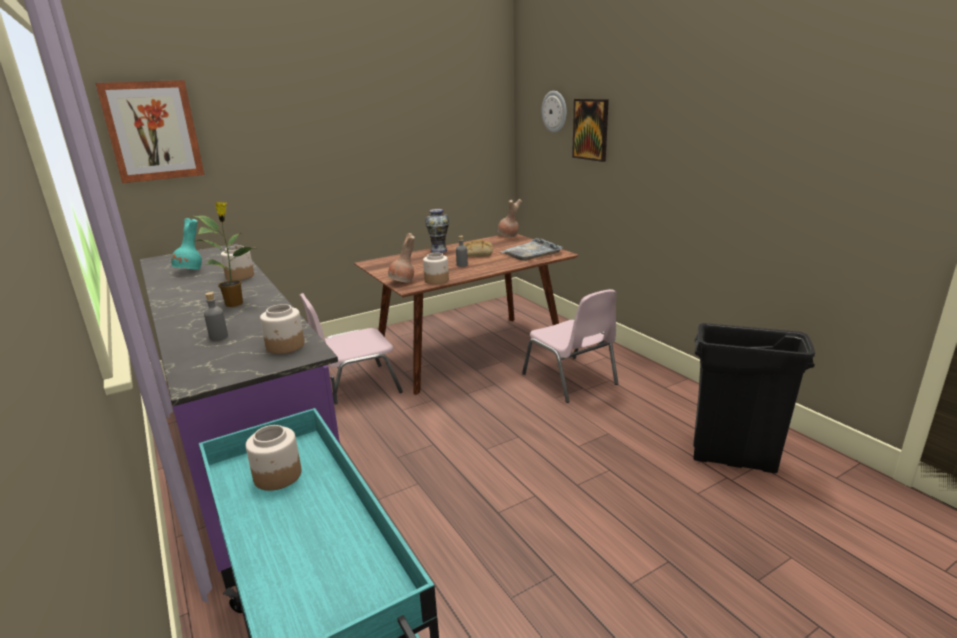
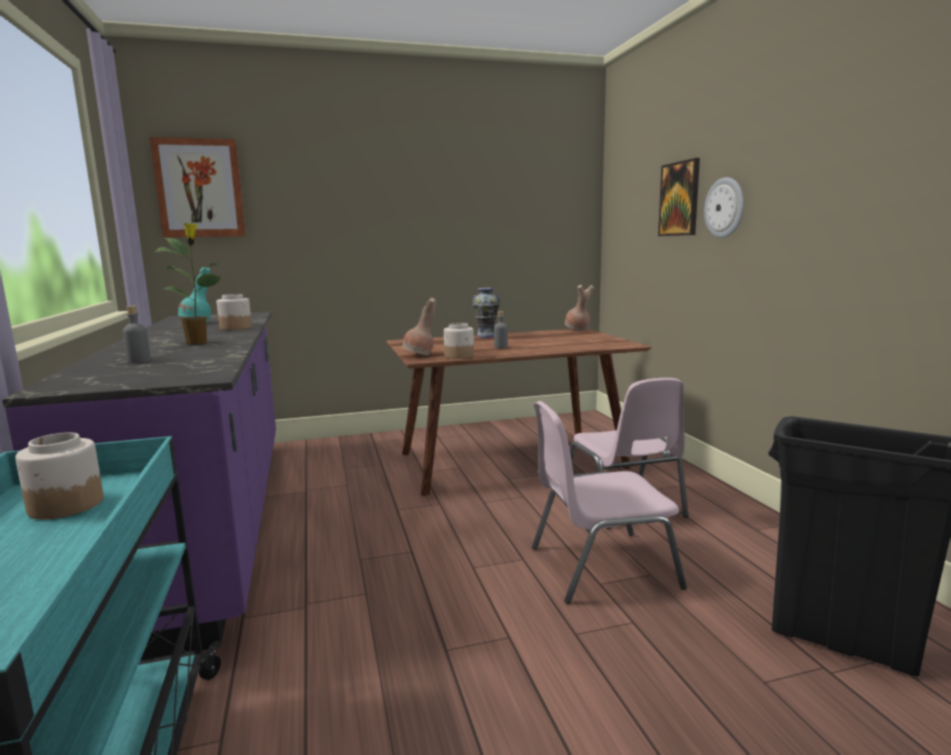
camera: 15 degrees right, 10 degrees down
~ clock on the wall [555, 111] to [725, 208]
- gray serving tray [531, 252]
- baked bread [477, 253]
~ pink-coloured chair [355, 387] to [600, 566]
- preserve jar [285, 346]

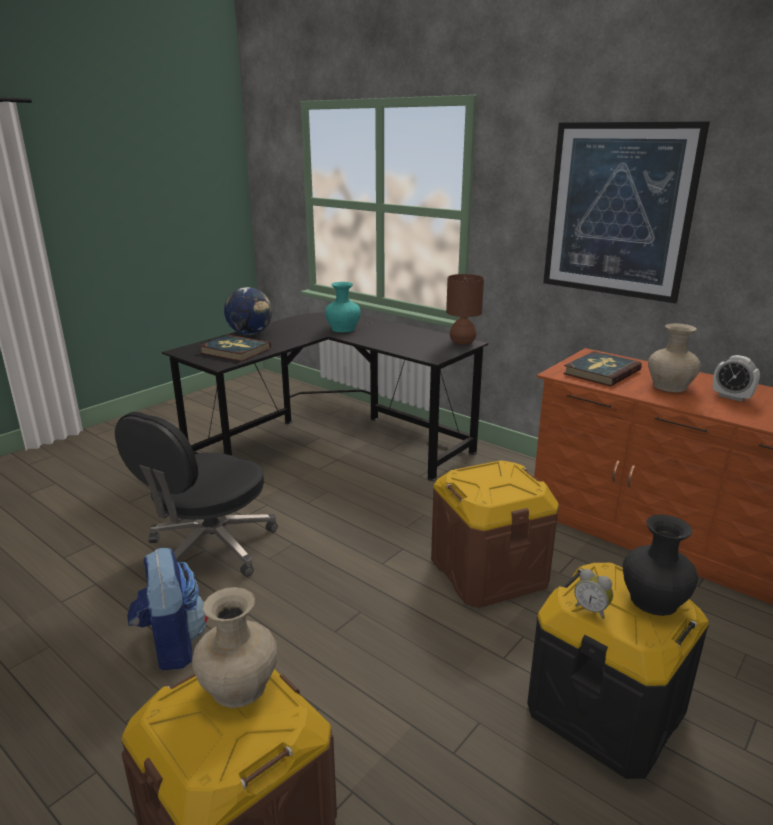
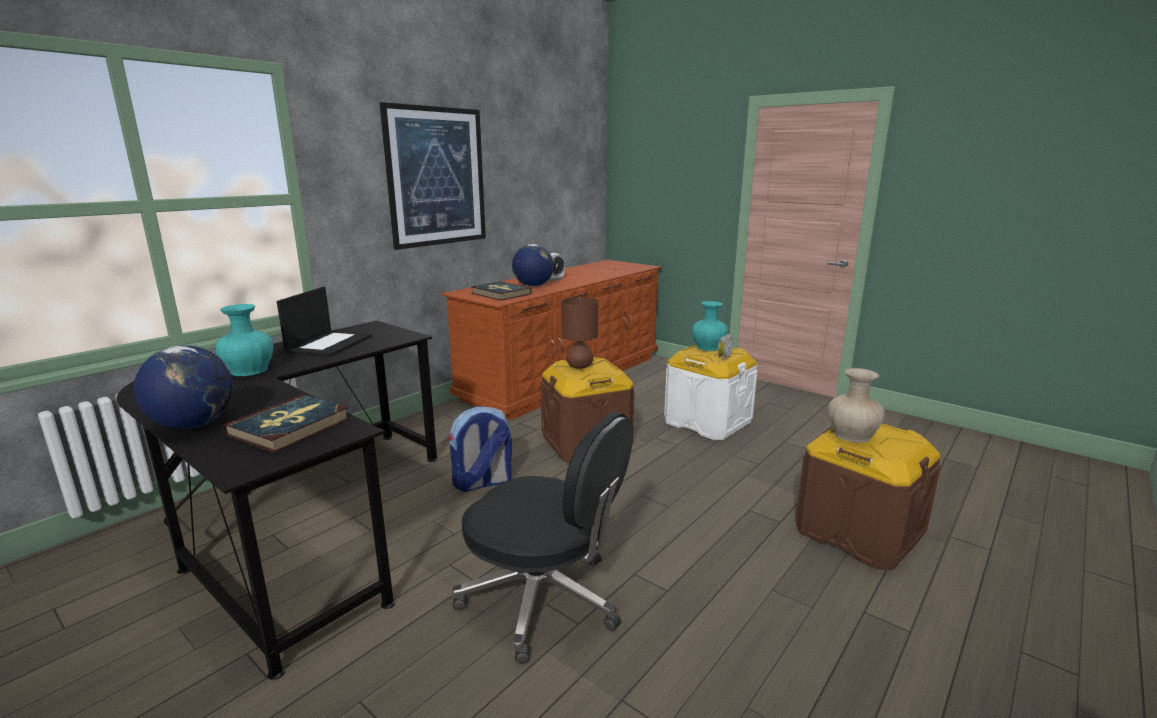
camera: 90 degrees left, 5 degrees down
~ brown tabletop lamp [462, 342] to [579, 366]
~ beige vase [669, 386] to world globe [533, 285]
~ black vase [653, 599] to blue-green vase [708, 347]
~ knapsack [172, 644] to [482, 483]
~ black storage container [605, 710] to whitish storage container [707, 422]
+ notebook computer [329, 344]

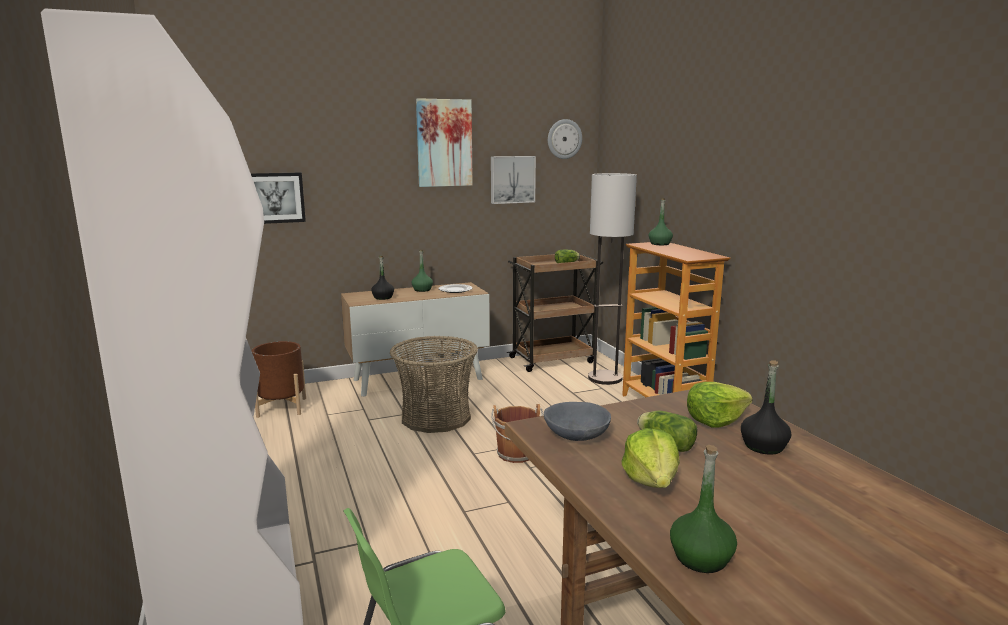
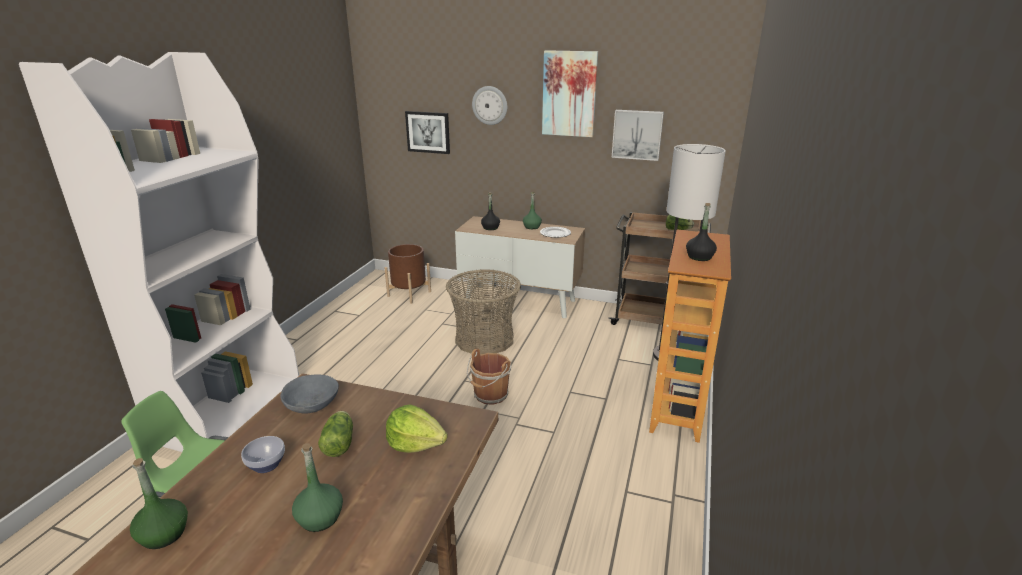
camera: 40 degrees right, 10 degrees up
~ clock on the wall [564, 139] to [490, 105]
~ greenish drink bottle [660, 244] to [320, 517]
~ black drink bottle [764, 446] to [699, 257]
~ lettuce [651, 480] to serving bowl [267, 465]

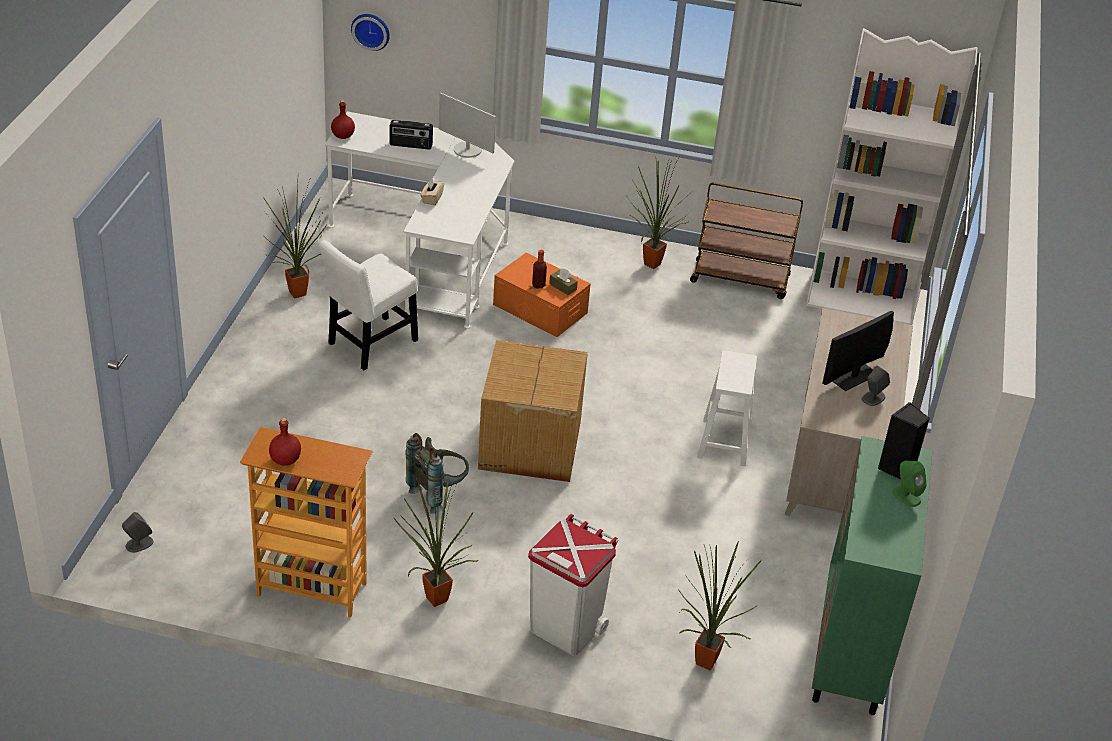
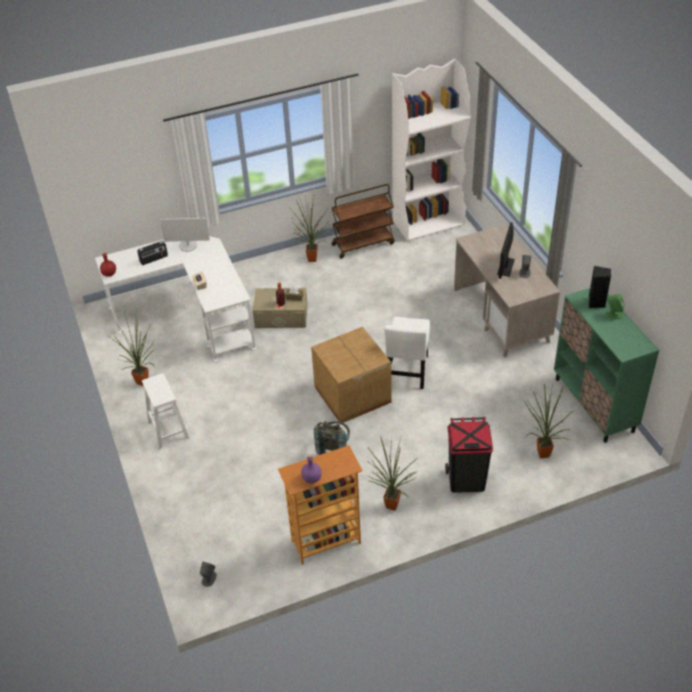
camera: 30 degrees left, 5 degrees up
- clock on the wall [371, 30]
~ whitish chair [370, 344] to [407, 372]
~ orangey storage container [540, 308] to beige storage container [281, 316]
~ whitish sitting stool [724, 441] to [167, 429]
~ reddish drink bottle [286, 460] to purple drink bottle [312, 478]
~ whitish rubbish bin [565, 628] to black rubbish bin [466, 480]

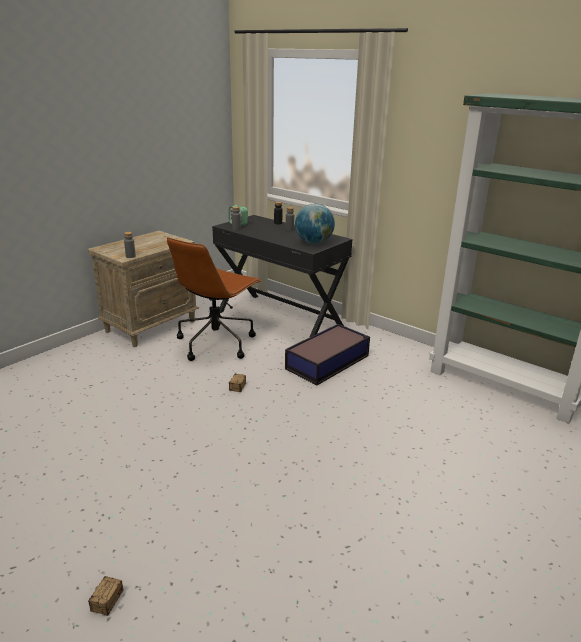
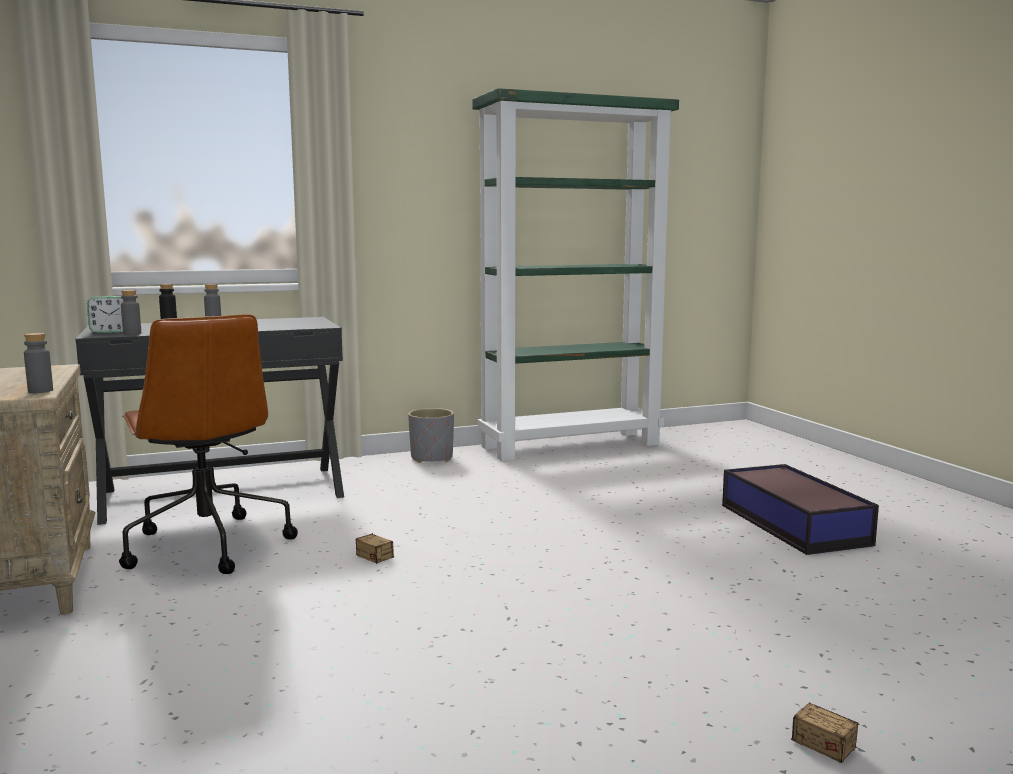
camera: 60 degrees left, 15 degrees down
- world globe [314, 243]
~ storage container [328, 362] to [793, 523]
+ gray planter [432, 458]

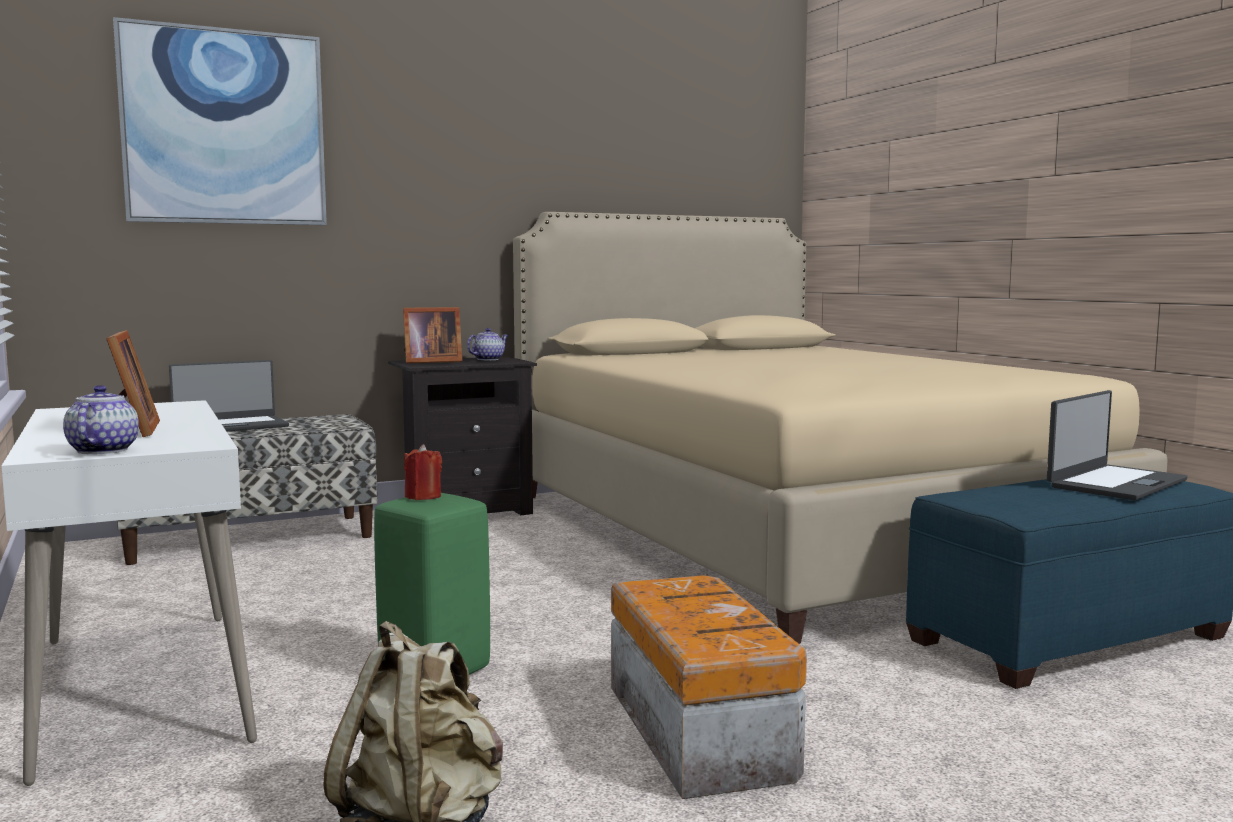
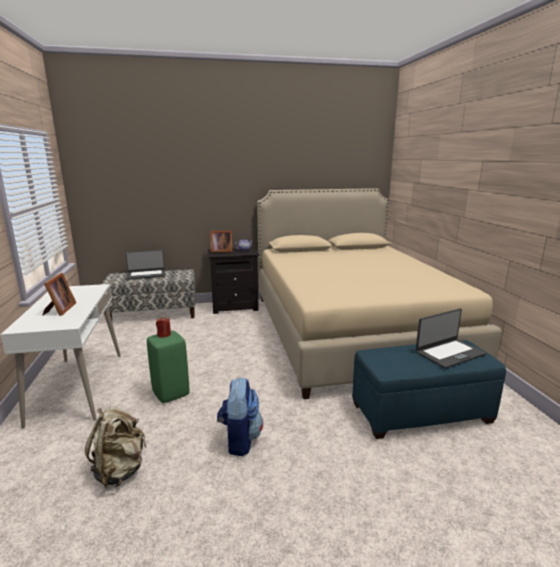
camera: 15 degrees right, 10 degrees up
- wall art [224, 127]
- tea pot [103, 450]
~ storage container [699, 729] to knapsack [239, 440]

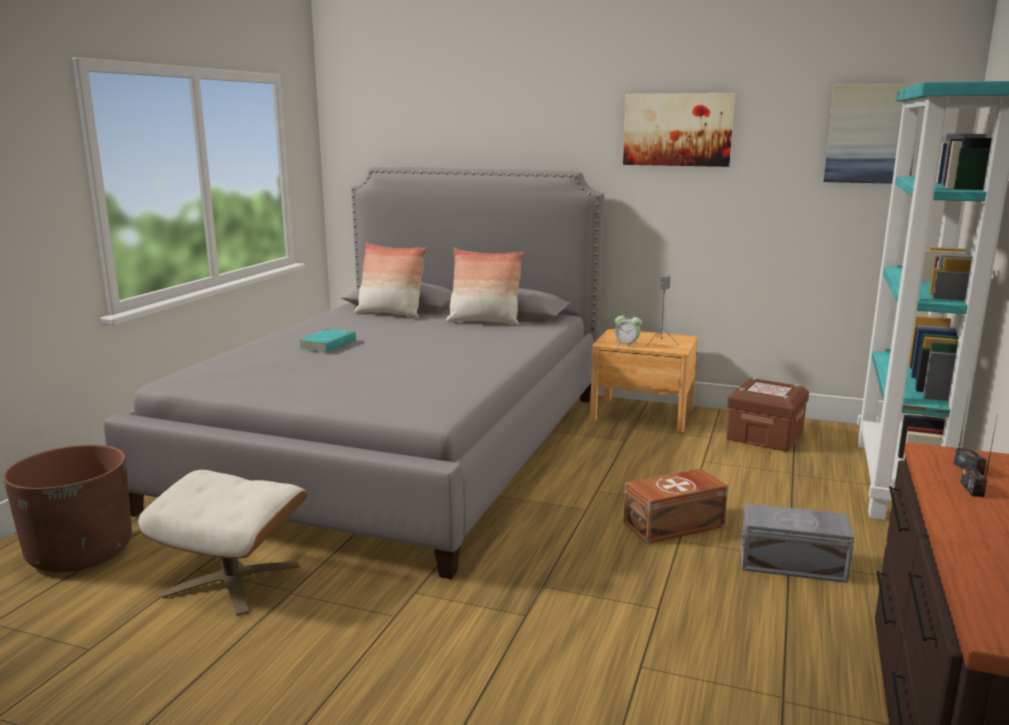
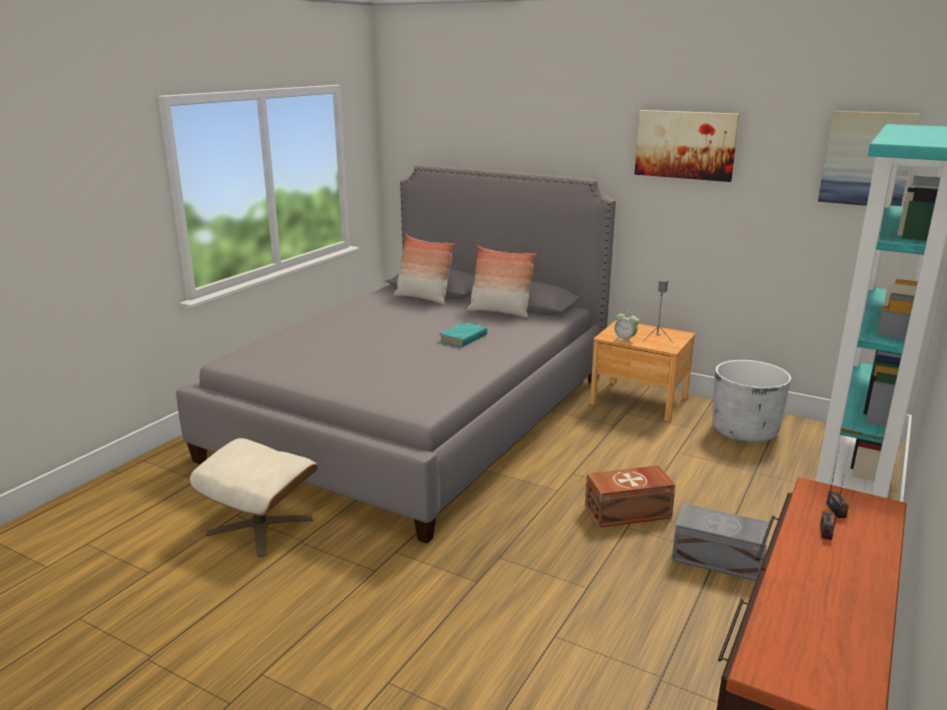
camera: 10 degrees right, 5 degrees up
~ blue-green book [328, 344] to [463, 338]
~ brown storage container [764, 436] to whitish planter [744, 431]
- brown planter [80, 552]

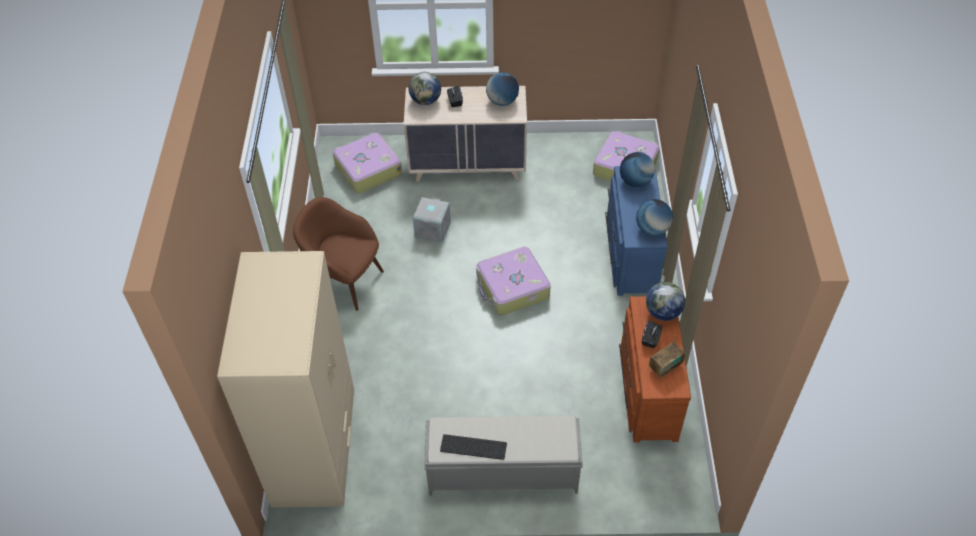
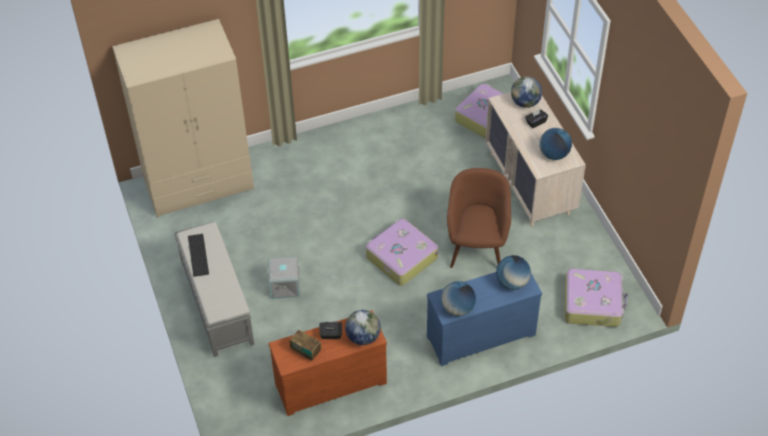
camera: 70 degrees right, 0 degrees up
~ brown lounge chair [345, 281] to [476, 247]
~ gray storage container [432, 229] to [285, 285]

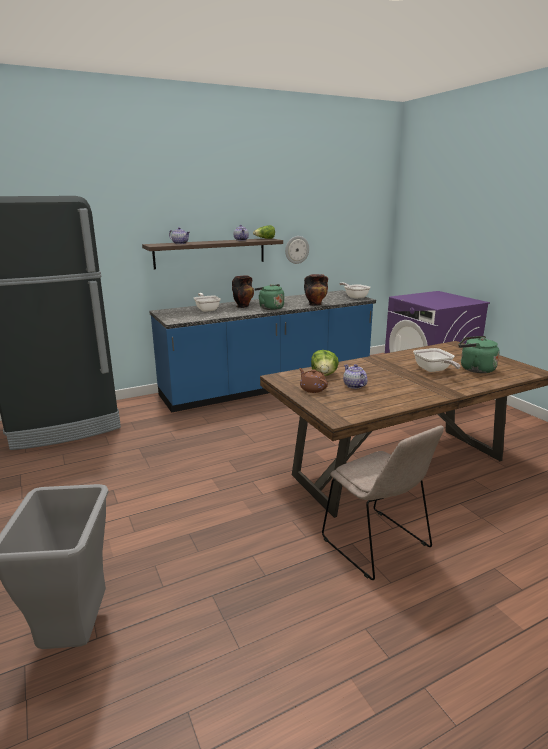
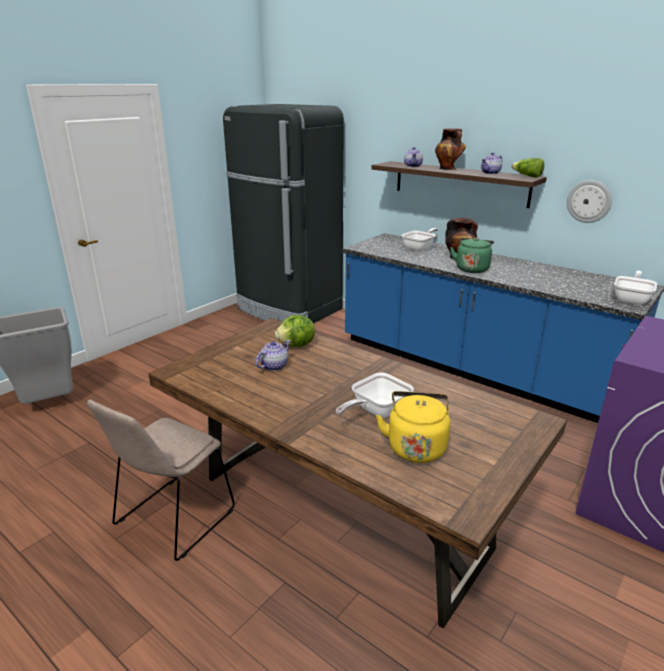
camera: 65 degrees right, 5 degrees up
~ vase [315, 304] to [448, 169]
~ greenish tea kettle [474, 369] to yellow tea kettle [416, 446]
- brown tea pot [312, 389]

